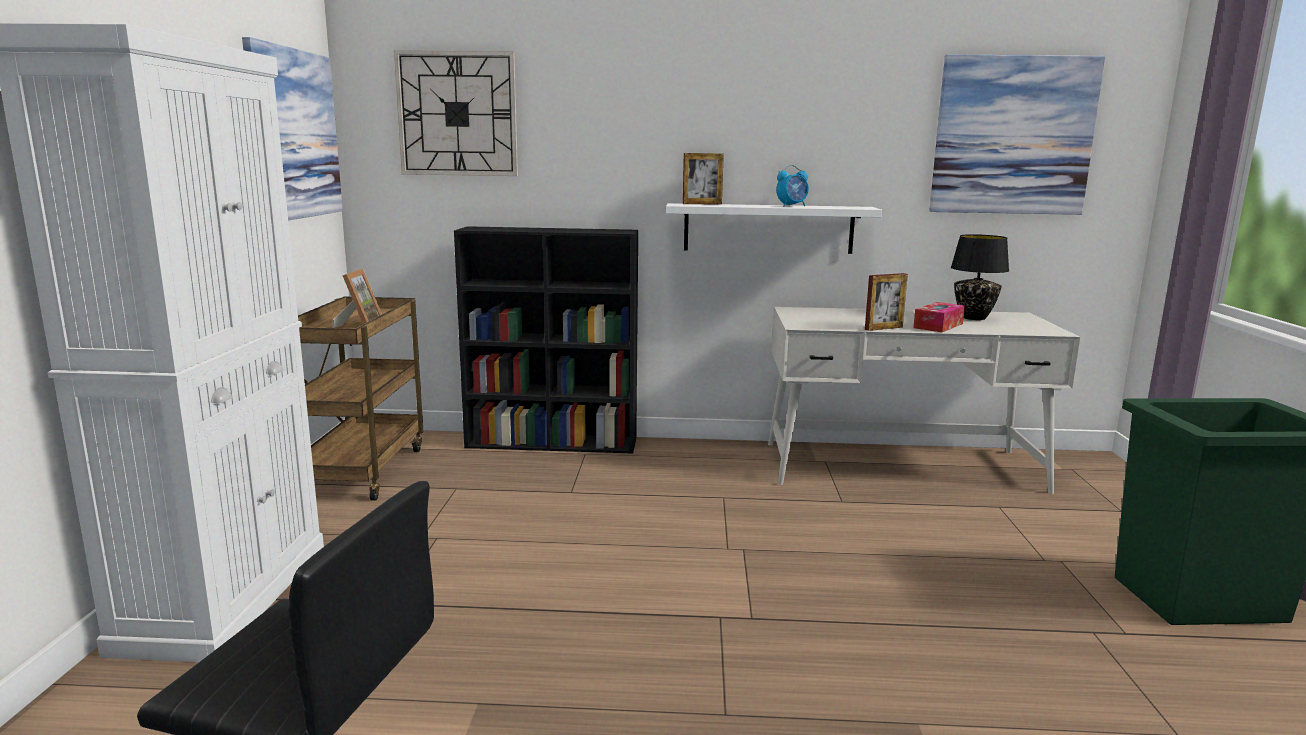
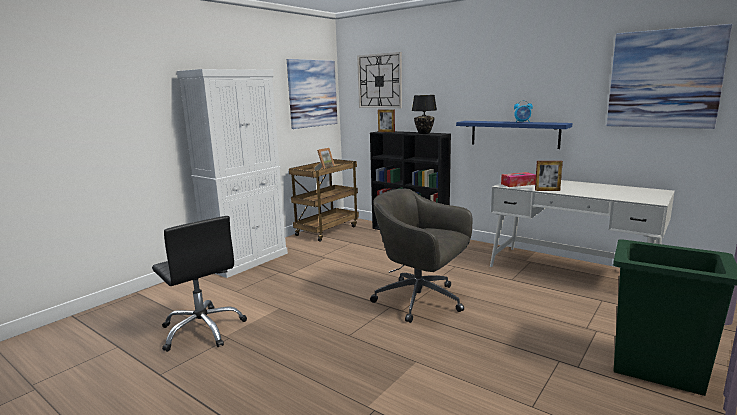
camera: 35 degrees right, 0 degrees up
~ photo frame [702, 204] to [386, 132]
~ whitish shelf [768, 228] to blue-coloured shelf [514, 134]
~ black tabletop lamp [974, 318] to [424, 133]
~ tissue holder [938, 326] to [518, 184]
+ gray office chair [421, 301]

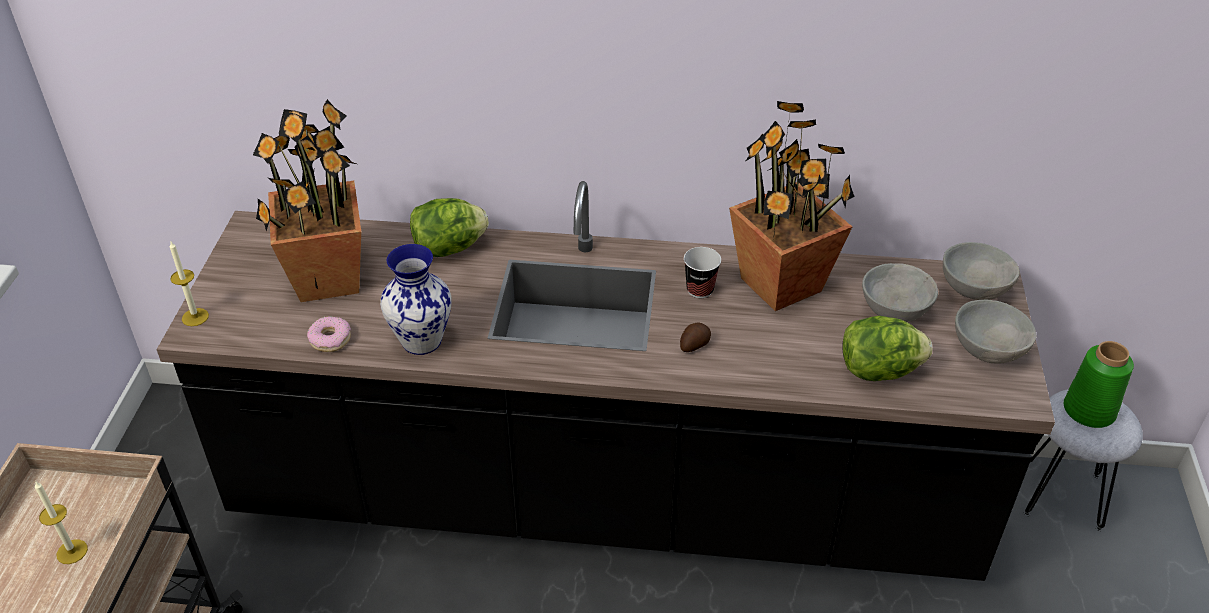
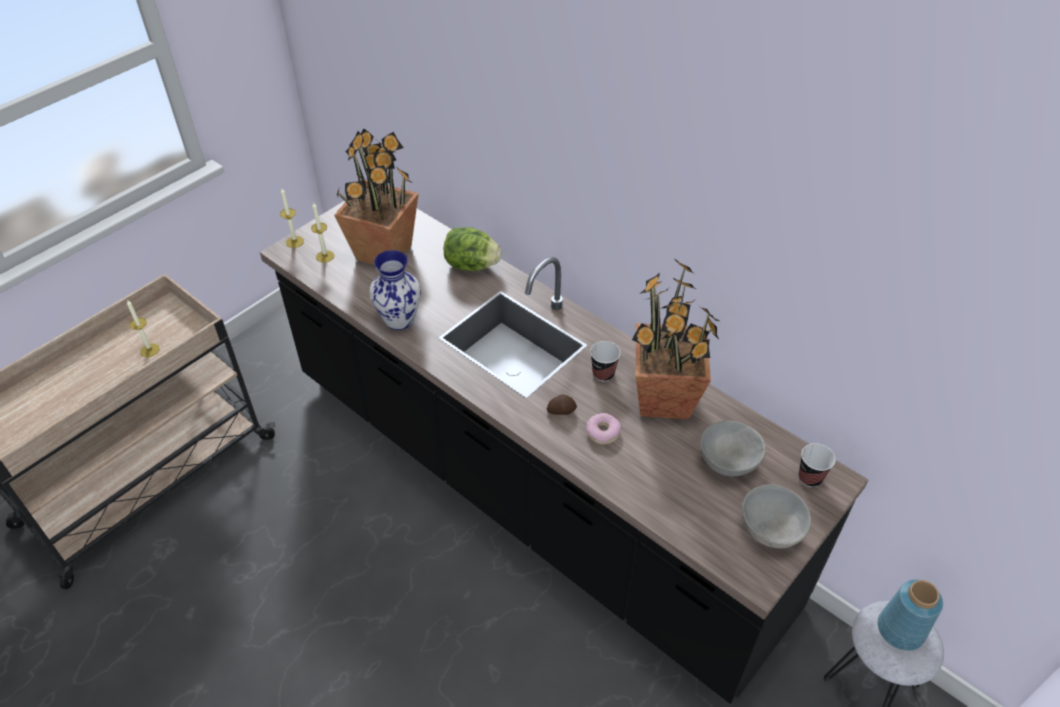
camera: 35 degrees right, 5 degrees up
~ gray serving bowl [973, 289] to small cup [810, 478]
~ donut [330, 339] to [603, 432]
- lettuce [878, 370]
~ greenish vase [1090, 411] to blue-coloured vase [901, 630]
+ candle [325, 256]

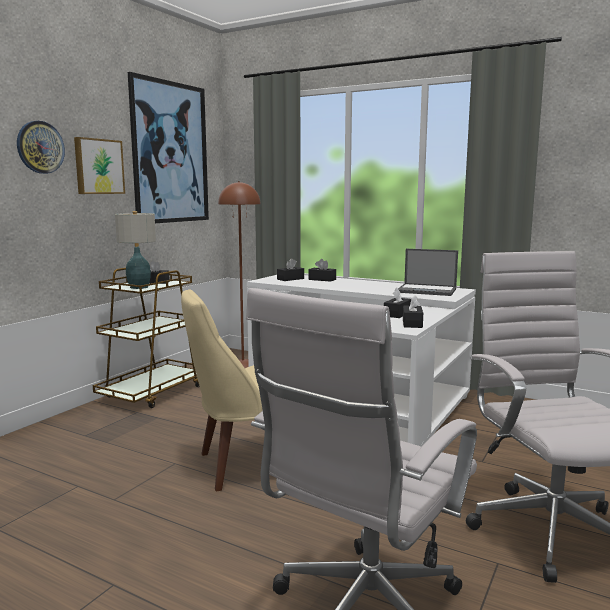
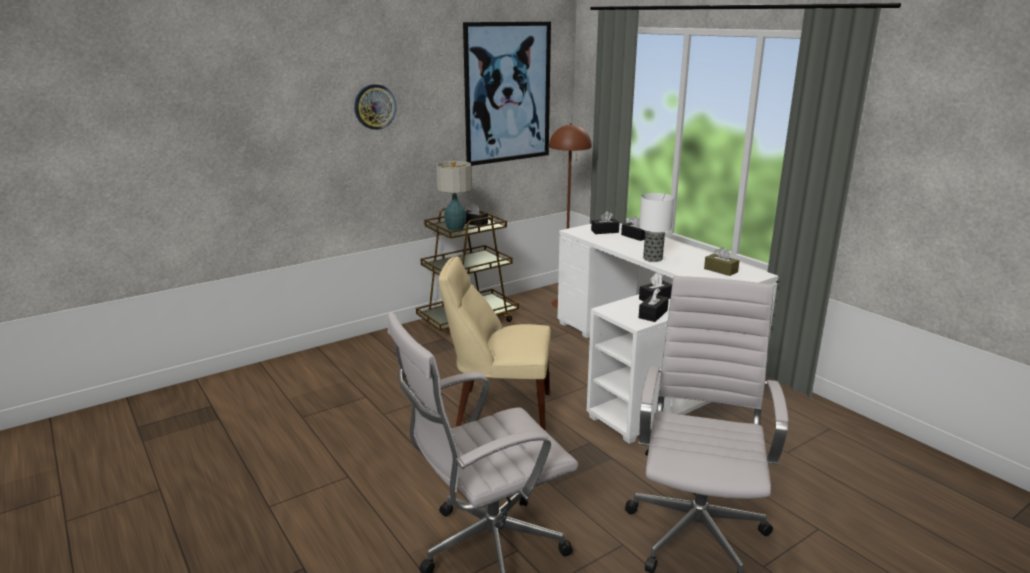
camera: 25 degrees right, 10 degrees up
- wall art [98, 166]
~ notebook computer [427, 290] to brown tissue holder [720, 270]
+ tabletop lamp [652, 258]

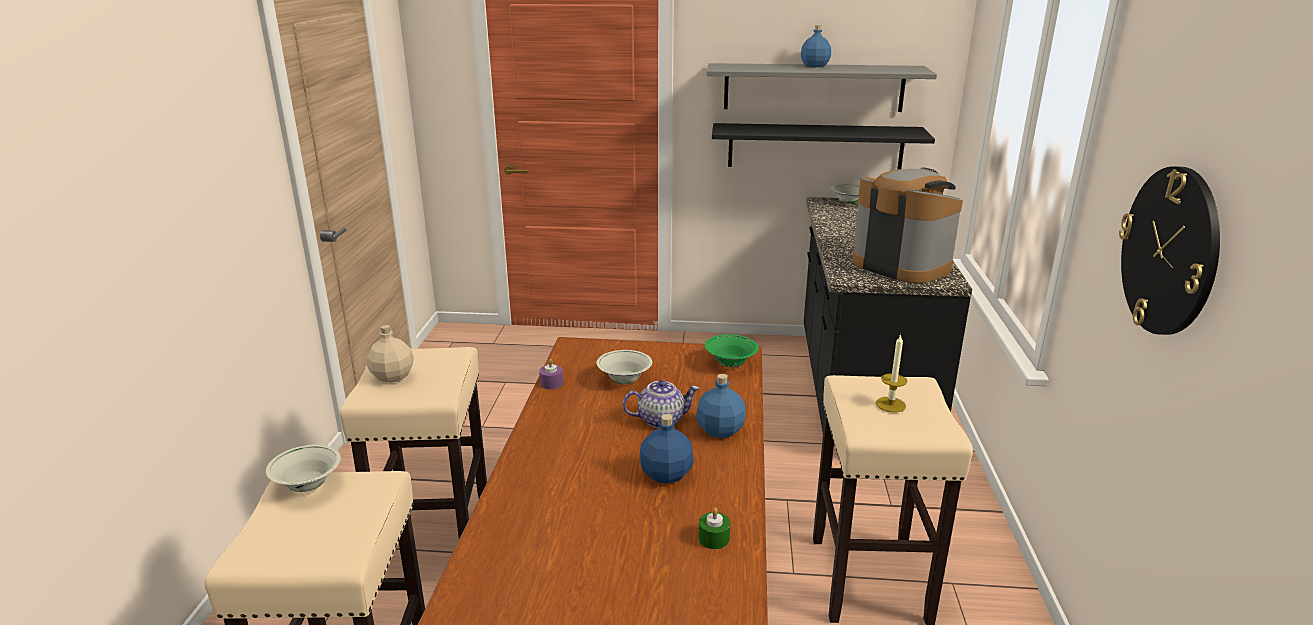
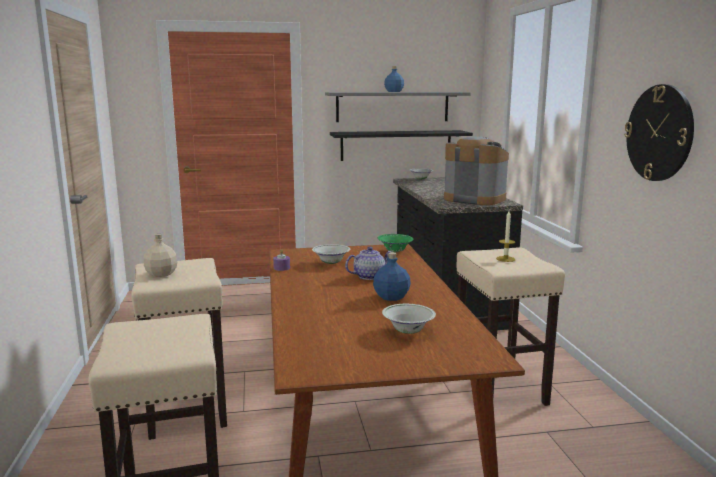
camera: 15 degrees left, 10 degrees down
- blue-coloured drink bottle [719, 430]
~ whitish serving bowl [308, 486] to [408, 332]
- greenish candle [714, 538]

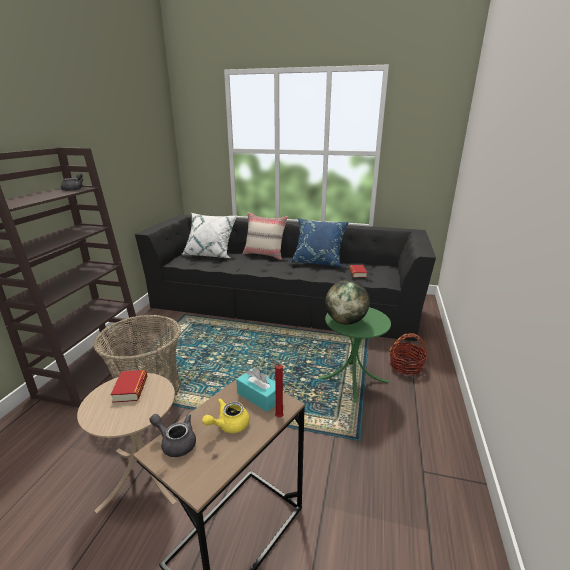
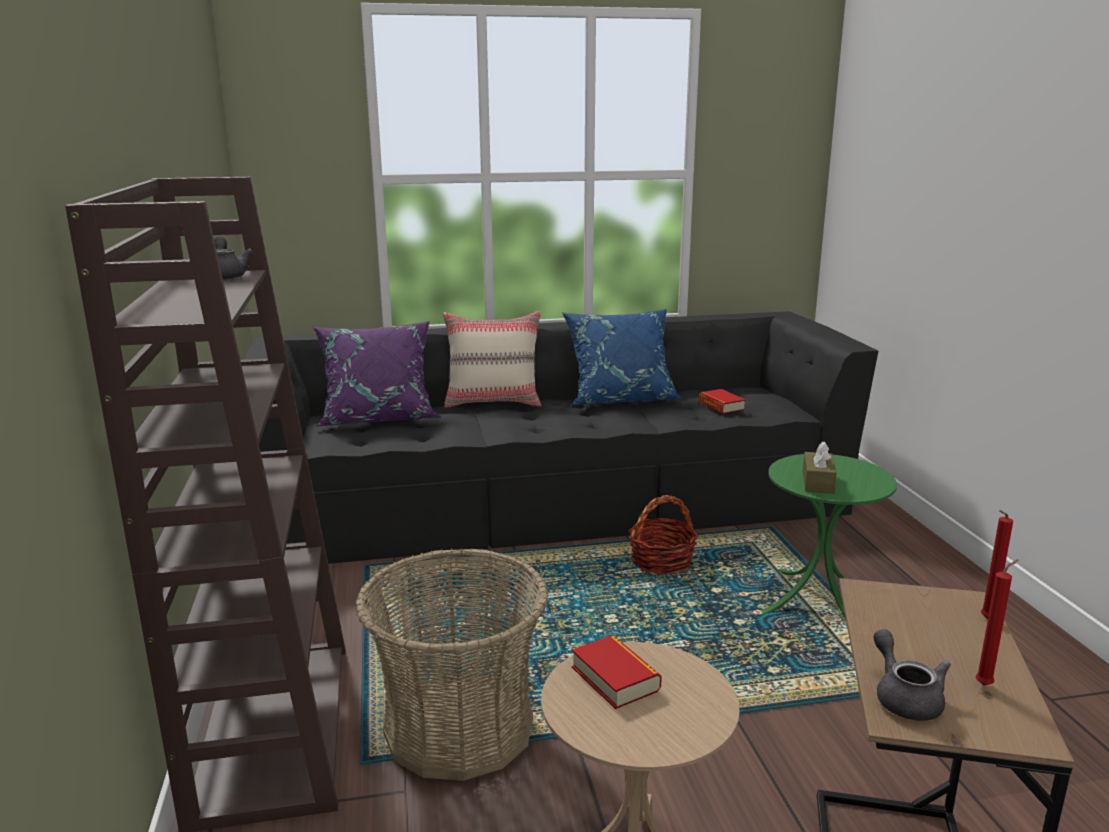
camera: 25 degrees left, 5 degrees down
~ whitish throw pillow [210, 254] to purple throw pillow [379, 417]
~ world globe [345, 321] to brown tissue holder [817, 482]
~ household basket [406, 366] to [661, 561]
- blue-green tissue holder [259, 396]
- yellow tea pot [228, 425]
~ gray tea pot [175, 442] = [904, 697] 75 degrees clockwise
+ reddish candle [986, 684]

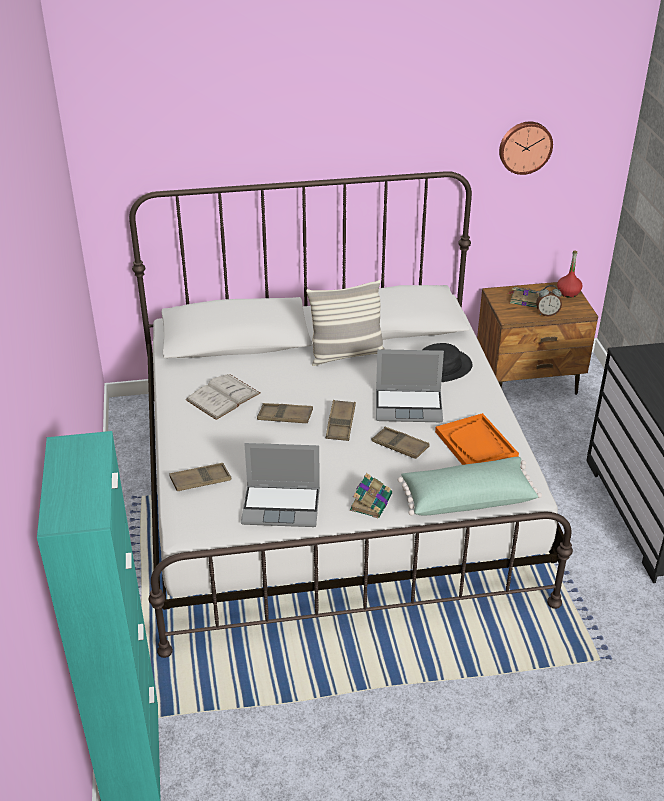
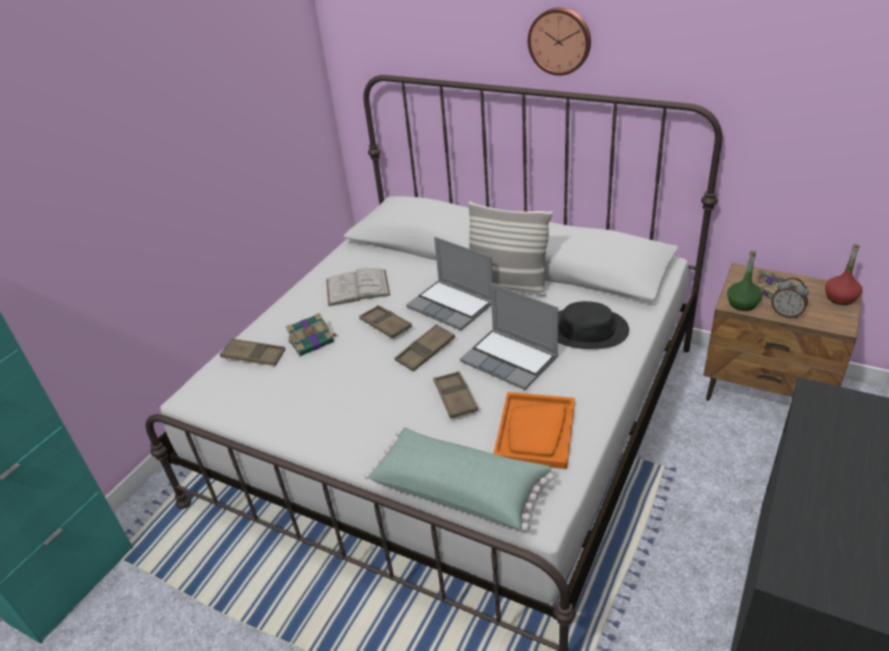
camera: 40 degrees right, 0 degrees up
~ clock on the wall [525, 147] to [560, 40]
~ notebook computer [282, 506] to [452, 306]
~ book [371, 502] to [312, 341]
+ greenish drink bottle [742, 304]

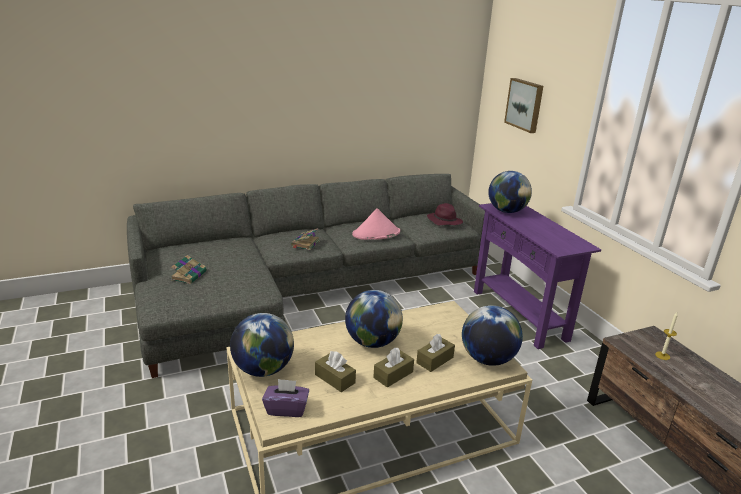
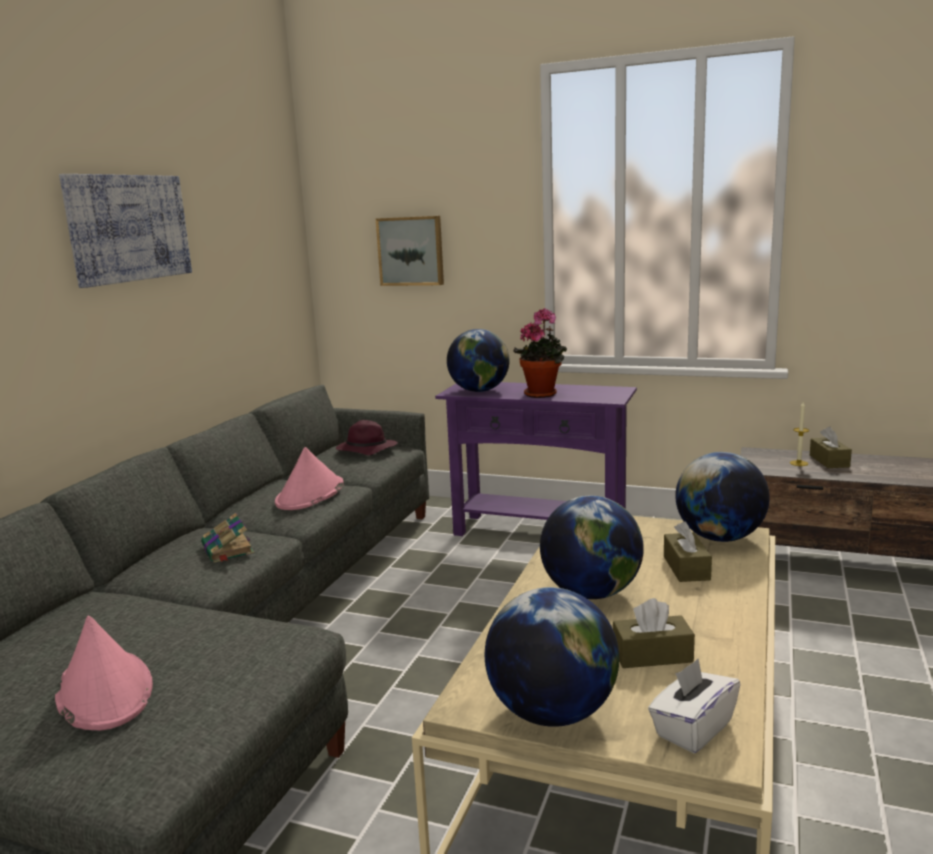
camera: 45 degrees left, 10 degrees down
~ book [189, 275] to pink-coloured clothing hat [104, 691]
~ brown tissue holder [393, 375] to [829, 461]
~ purple tissue holder [286, 409] to whitish tissue holder [692, 729]
+ wall art [129, 228]
+ houseplant [543, 394]

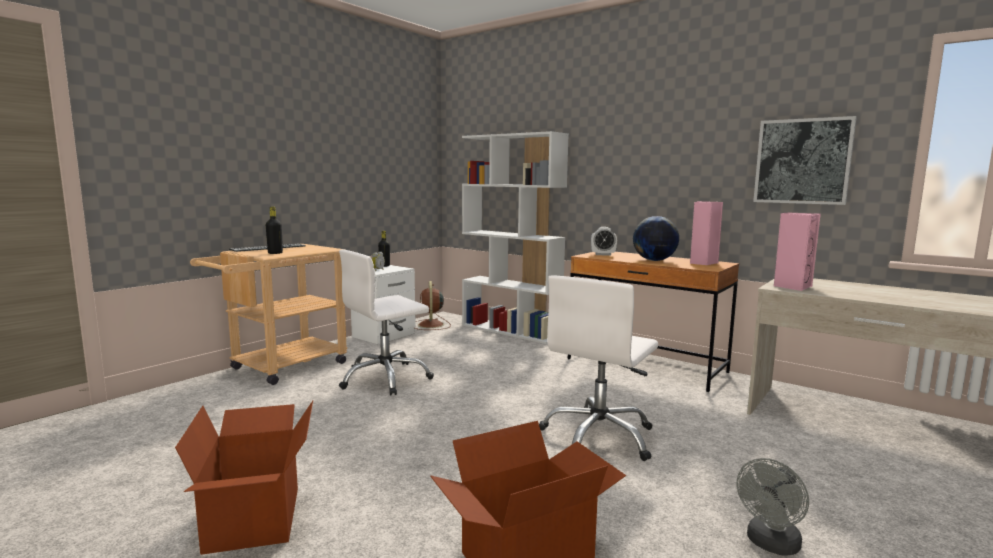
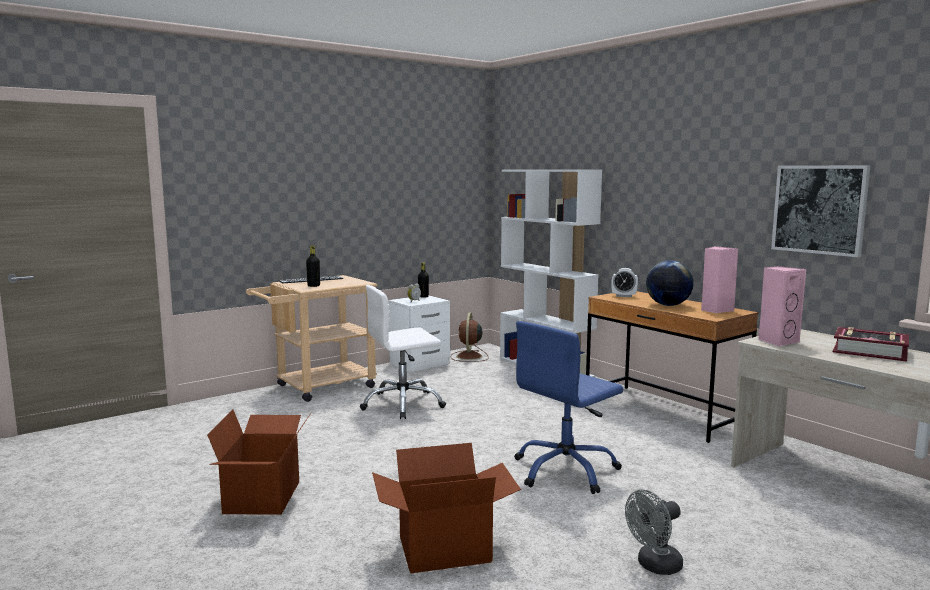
camera: 15 degrees right, 0 degrees up
~ whitish office chair [599, 437] to blue-coloured office chair [565, 470]
+ book [870, 351]

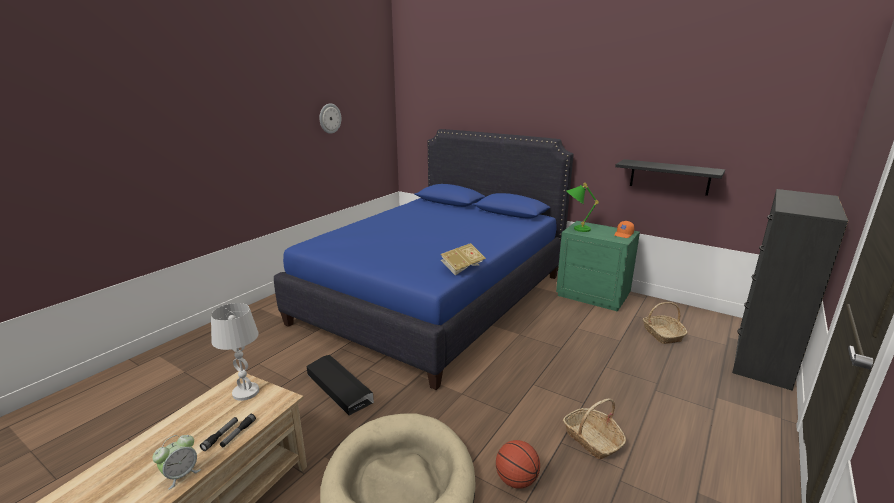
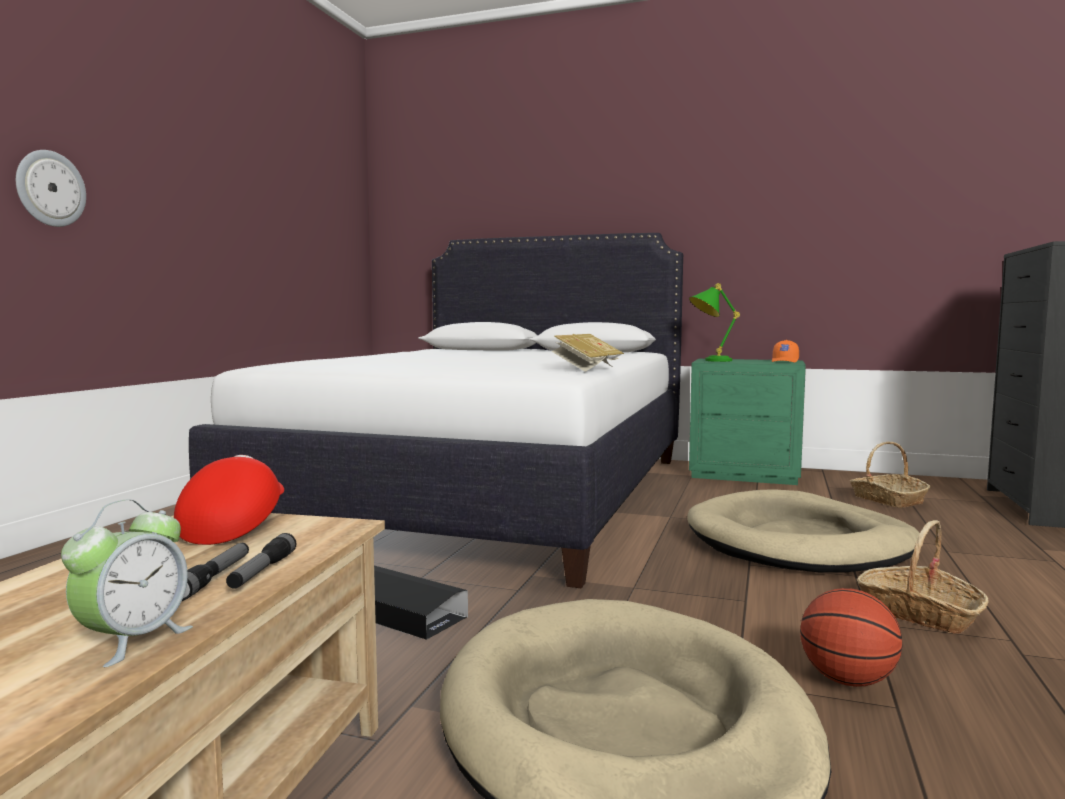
camera: 15 degrees left, 15 degrees down
~ clock on the wall [329, 118] to [50, 189]
~ blue-coloured bed [434, 298] to whitish bed [487, 493]
- black shelf [669, 177]
~ whitish tabletop lamp [245, 392] to reddish baseball cap [233, 527]
+ beige pet bed [799, 542]

